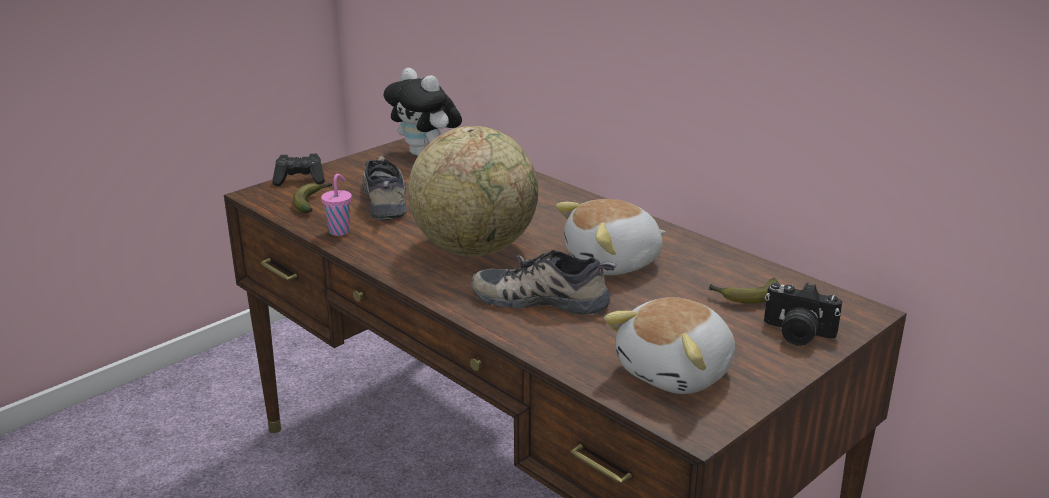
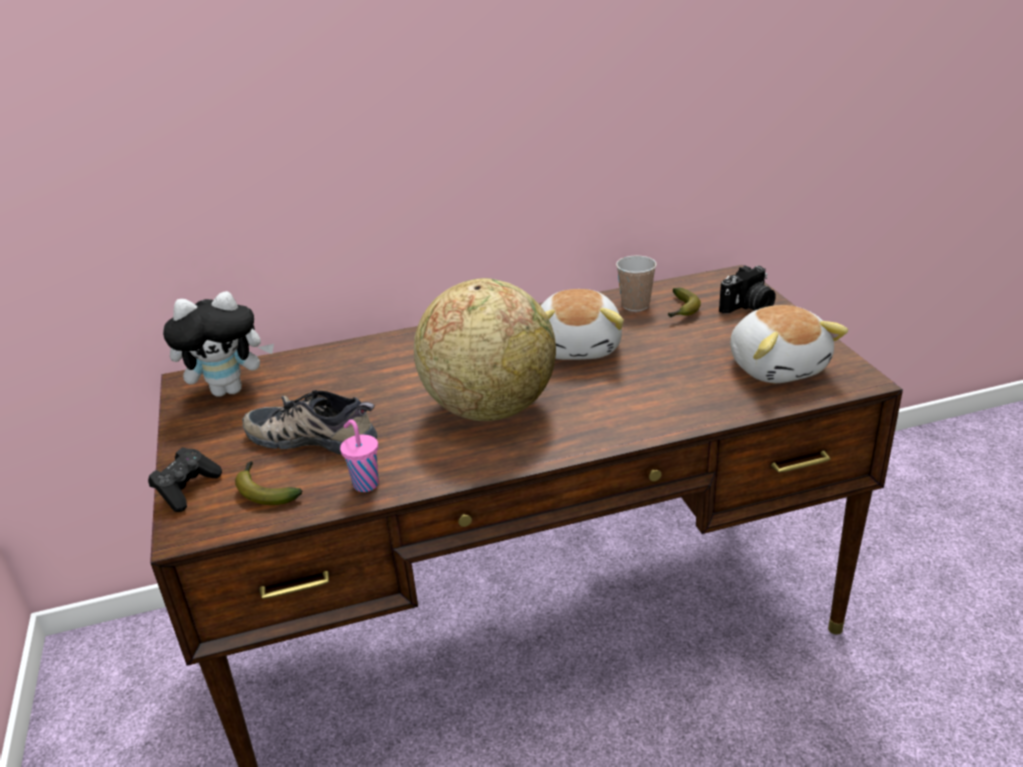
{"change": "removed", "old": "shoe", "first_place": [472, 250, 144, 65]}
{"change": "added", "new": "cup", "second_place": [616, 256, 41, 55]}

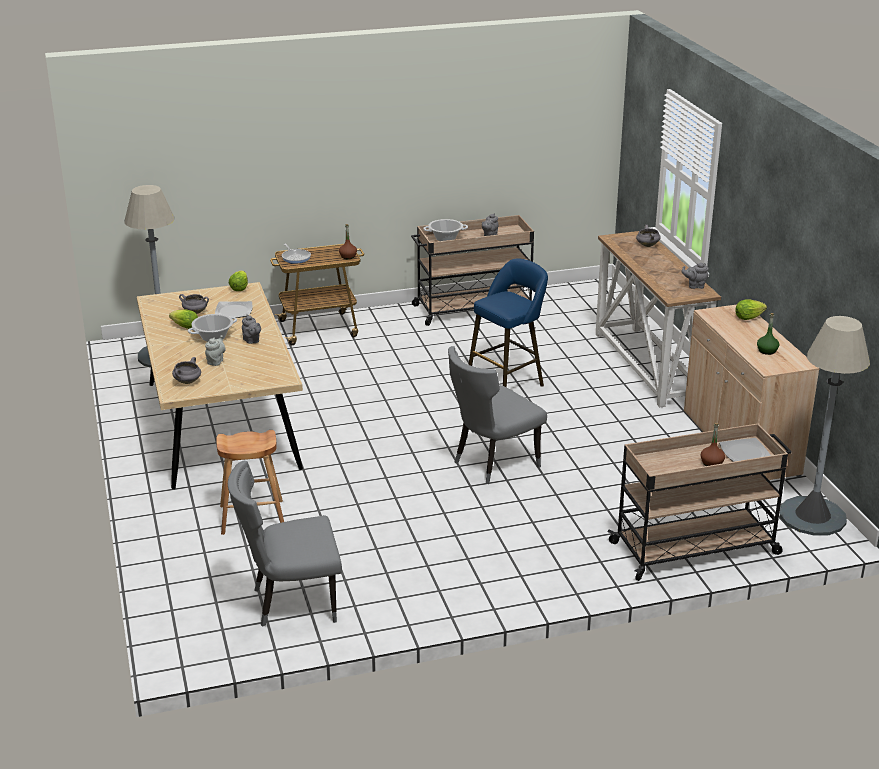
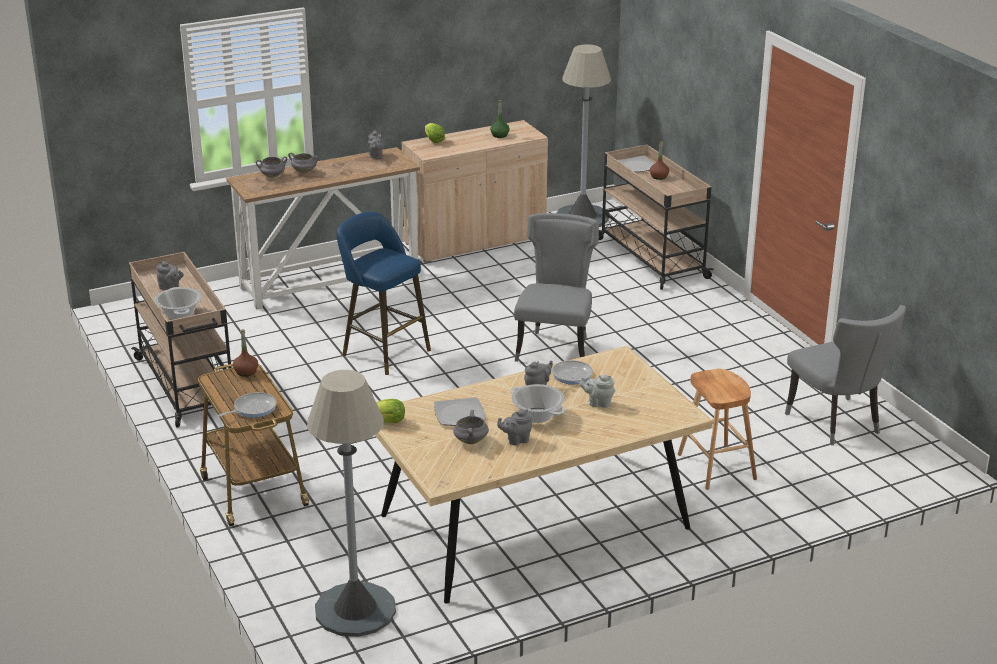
{"change": "replaced", "old": "lettuce", "new": "teapot (grey)", "first_place": [169, 309, 29, 20], "second_place": [497, 409, 35, 36]}
{"change": "moved", "old": "cooking pot (grey)", "first_place": [172, 357, 29, 27], "second_place": [288, 152, 31, 22]}
{"change": "turned", "old": "chair (grey)", "first_place": [448, 346, 99, 138], "second_place": [514, 213, 85, 149], "degrees": -120}
{"change": "added", "new": "frying pan", "second_place": [552, 360, 41, 24]}

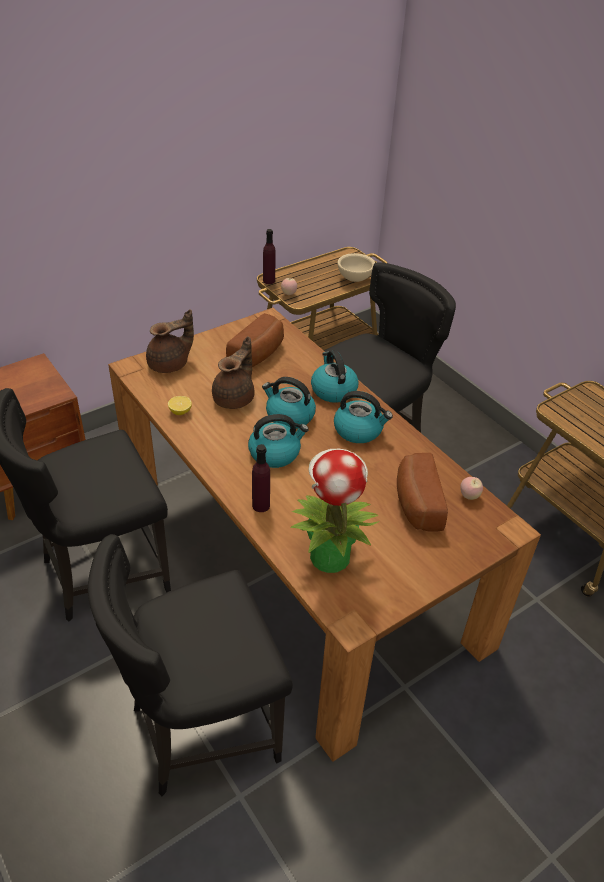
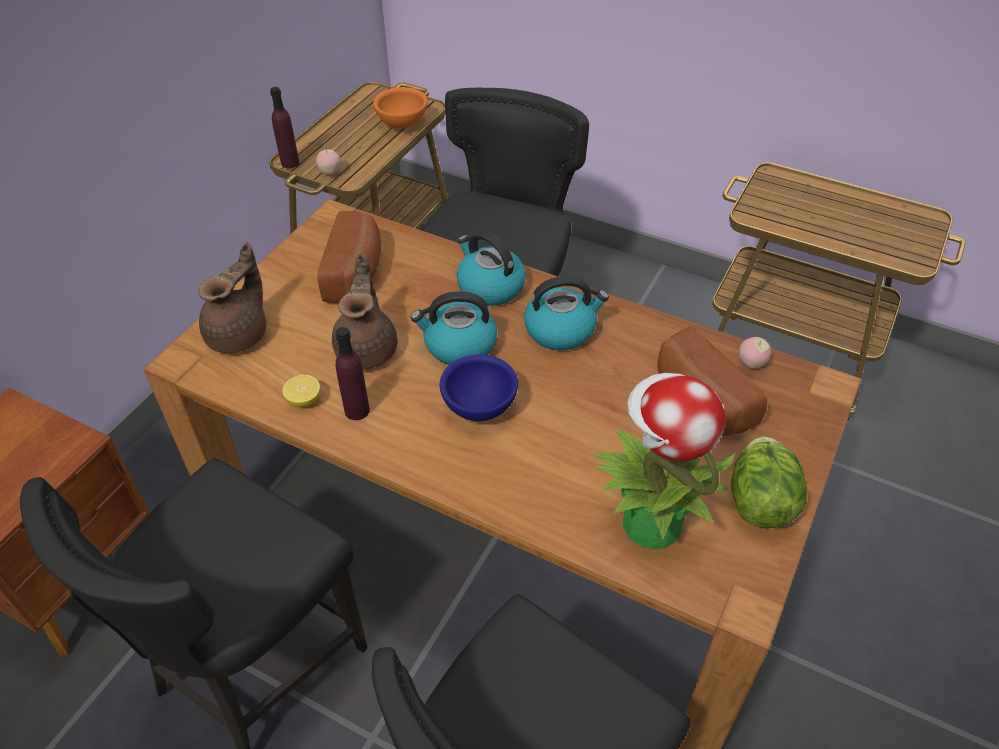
{"change": "replaced", "old": "kettle", "new": "bowl (blue)", "first_place": [248, 414, 61, 54], "second_place": [439, 354, 79, 67]}
{"change": "moved", "old": "bottle (purple)", "first_place": [252, 444, 18, 68], "second_place": [335, 327, 35, 93]}
{"change": "recoloured", "old": "bowl (beige)", "new": "bowl (orange)", "first_place": [338, 253, 37, 29], "second_place": [373, 87, 55, 42]}
{"change": "added", "new": "lettuce", "second_place": [731, 437, 76, 91]}

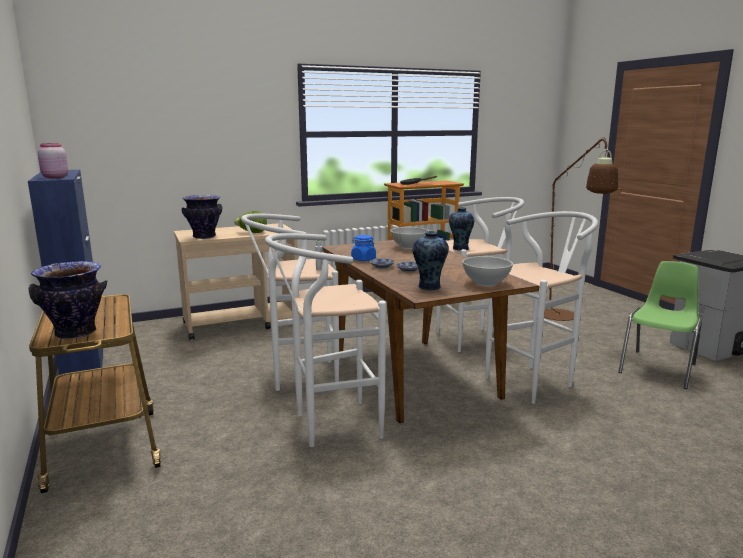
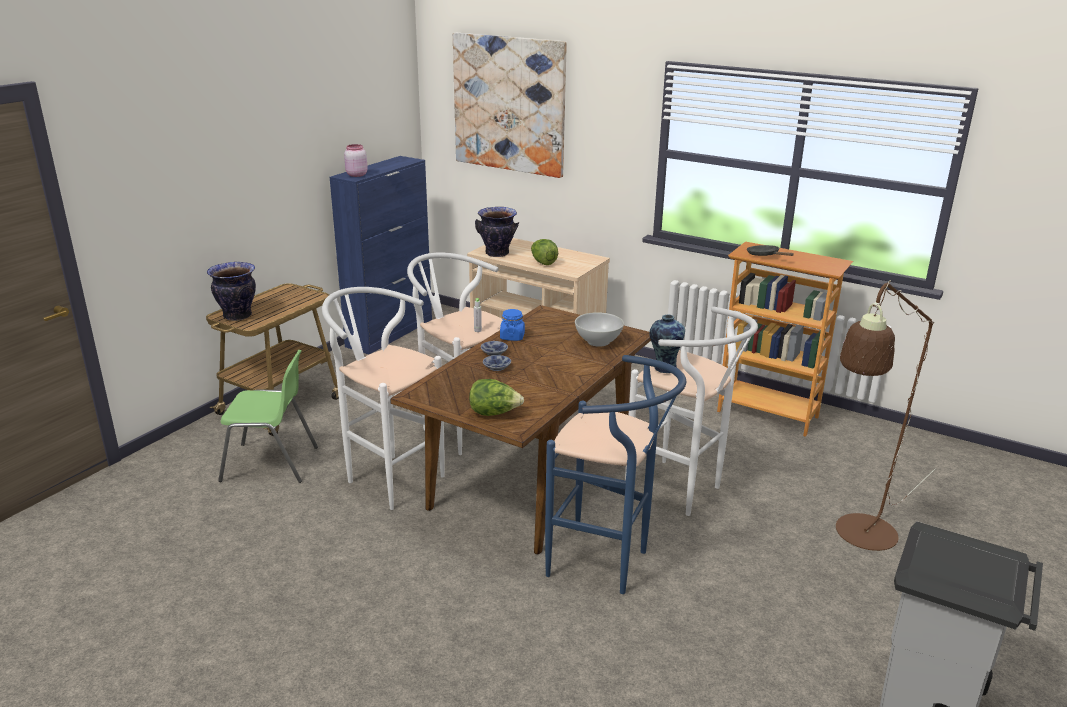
{"change": "removed", "old": "vase", "first_place": [413, 231, 36, 59]}
{"change": "replaced", "old": "bowl (white)", "new": "lettuce", "first_place": [462, 256, 51, 31], "second_place": [469, 379, 55, 37]}
{"change": "recoloured", "old": "stool (white)", "new": "stool (blue)", "first_place": [485, 211, 113, 193], "second_place": [545, 355, 141, 239]}
{"change": "moved", "old": "chair (green)", "first_place": [618, 261, 84, 128], "second_place": [218, 350, 100, 133]}
{"change": "added", "new": "picture", "second_place": [453, 33, 114, 145]}

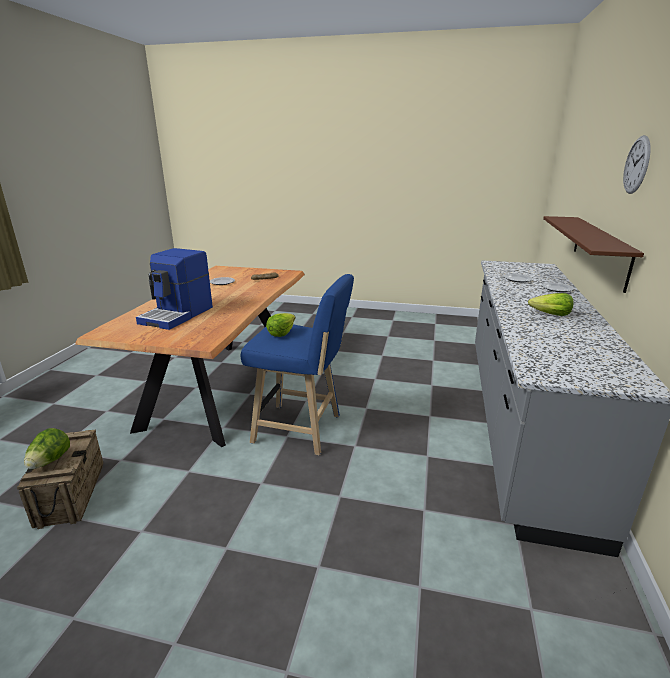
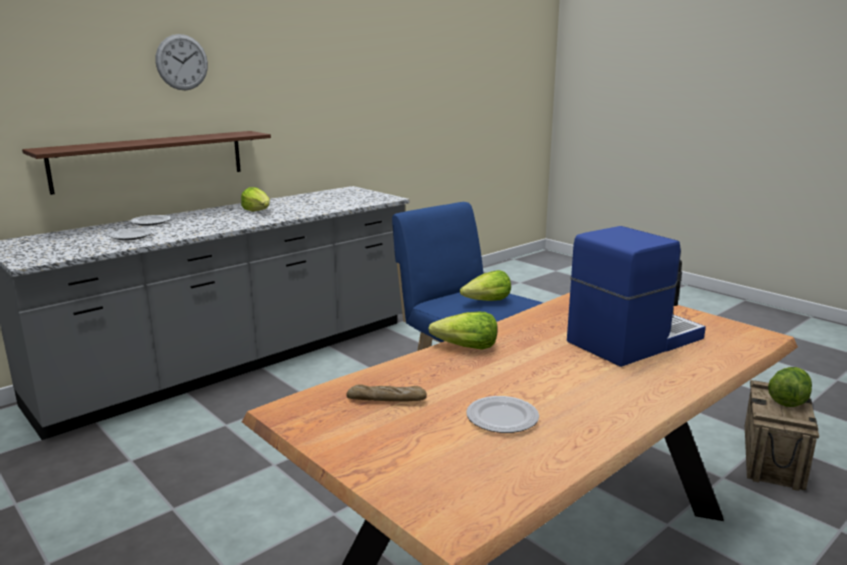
{"change": "added", "new": "lettuce", "second_place": [428, 312, 70, 38]}

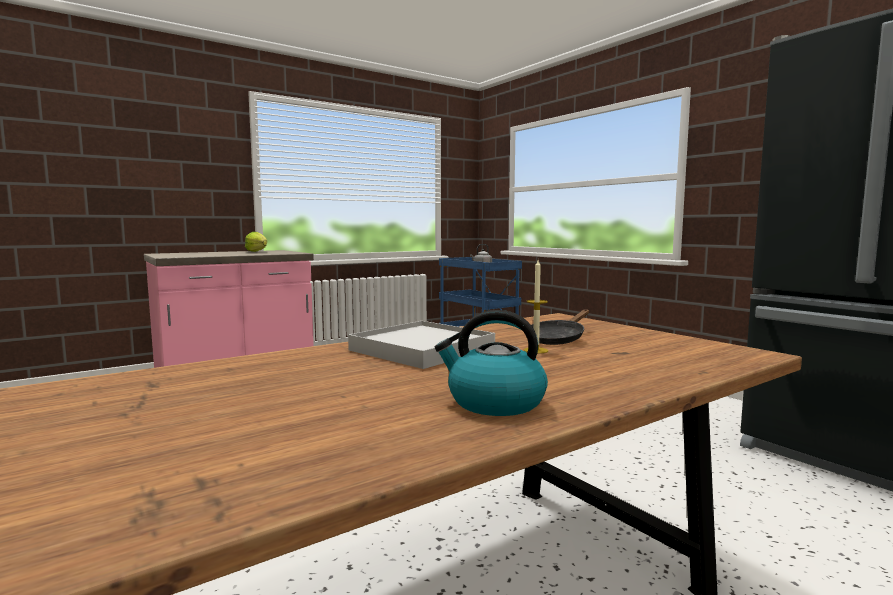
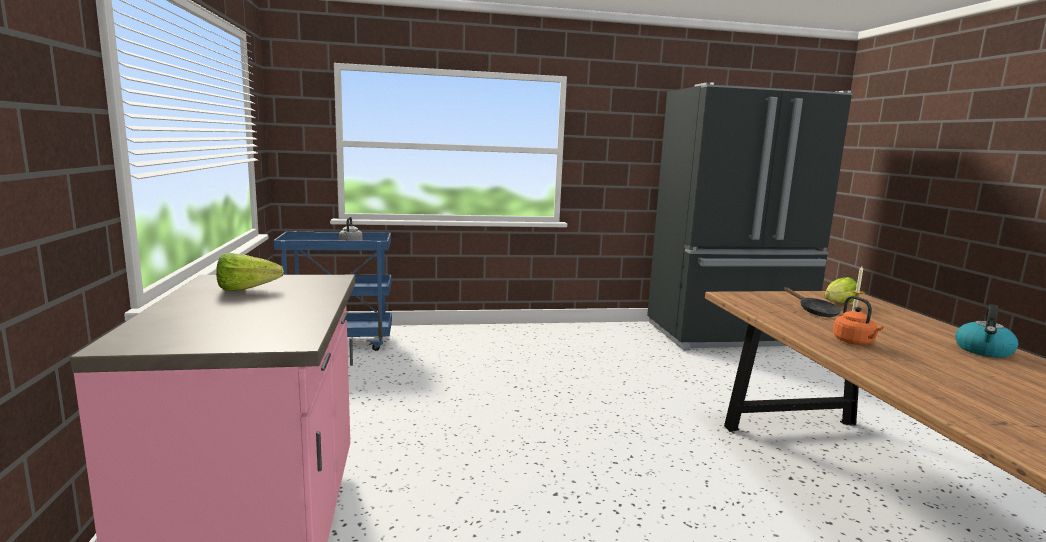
{"change": "replaced", "old": "tray (white)", "new": "kettle (orange)", "first_place": [348, 321, 147, 48], "second_place": [833, 296, 50, 49]}
{"change": "added", "new": "lettuce", "second_place": [824, 277, 33, 26]}

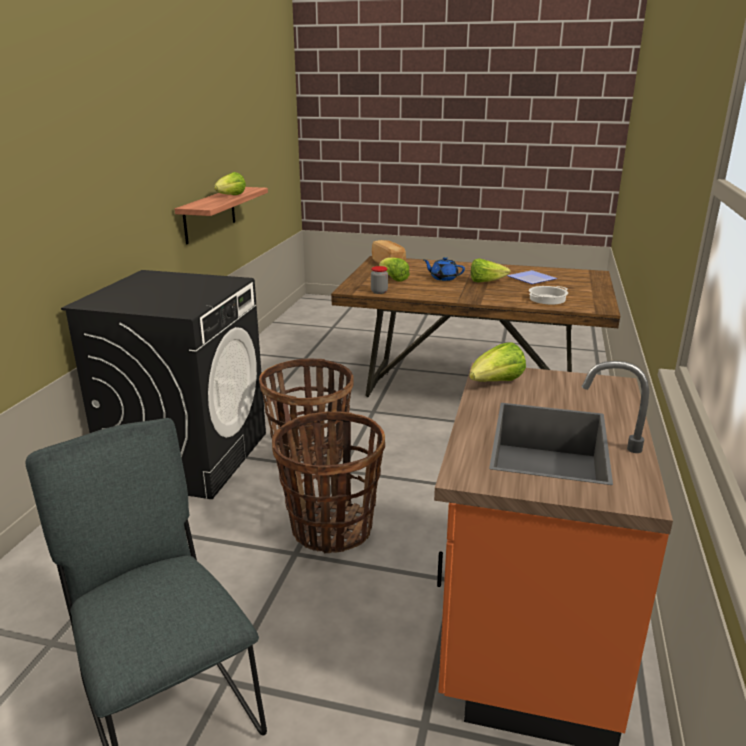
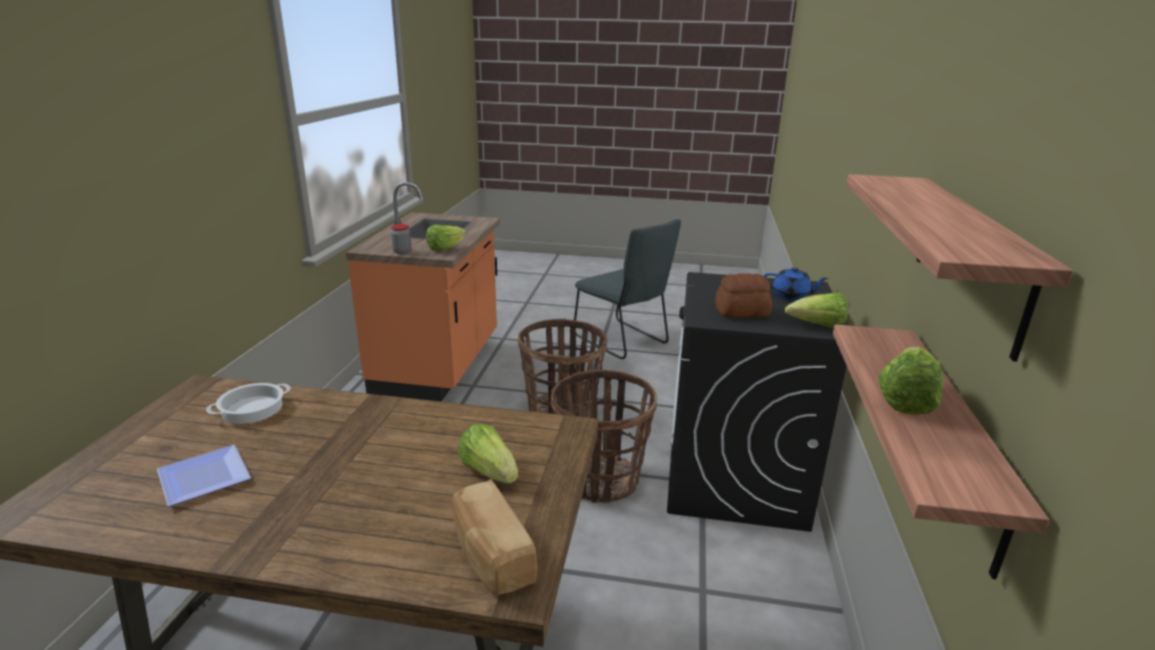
{"change": "moved", "old": "jar", "first_place": [371, 266, 17, 28], "second_place": [391, 224, 20, 30]}
{"change": "moved", "old": "teapot (blue)", "first_place": [424, 257, 41, 24], "second_place": [764, 267, 65, 34]}
{"change": "moved", "old": "lettuce", "first_place": [471, 258, 39, 25], "second_place": [785, 293, 63, 35]}
{"change": "added", "new": "bread", "second_place": [715, 273, 57, 45]}
{"change": "added", "new": "shelf", "second_place": [846, 174, 227, 188]}

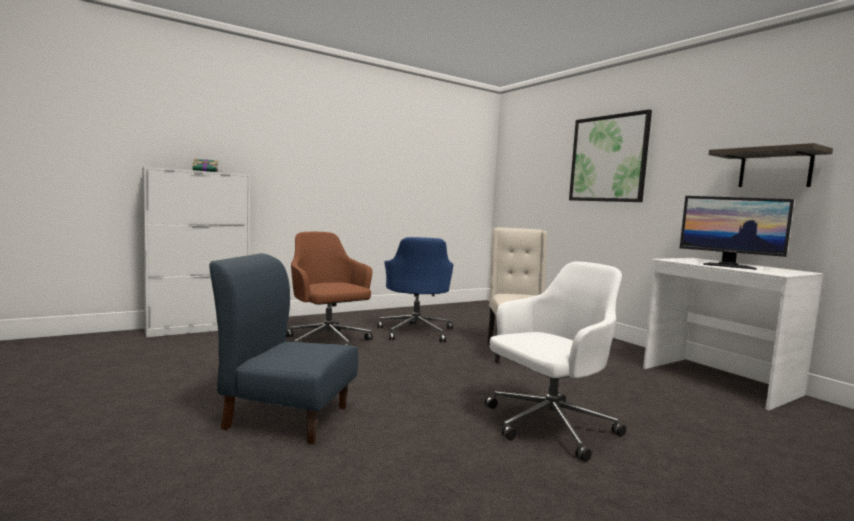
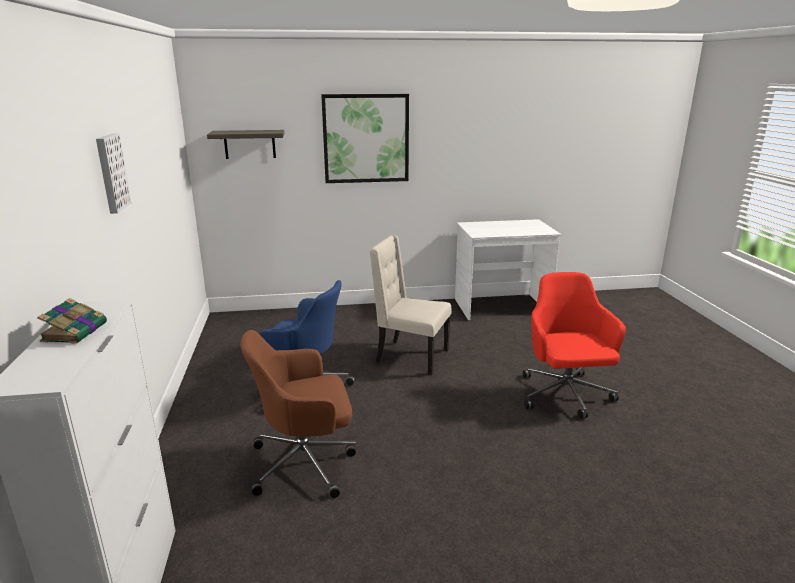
{"change": "removed", "old": "chair (blue)", "first_place": [209, 253, 149, 191]}
{"change": "recoloured", "old": "office chair (white)", "new": "office chair (red)", "first_place": [485, 262, 141, 200], "second_place": [523, 272, 103, 146]}
{"change": "removed", "old": "monitor", "first_place": [680, 196, 114, 74]}
{"change": "moved", "old": "shelf", "first_place": [708, 143, 125, 44], "second_place": [207, 130, 77, 29]}
{"change": "added", "new": "picture", "second_place": [96, 133, 36, 81]}

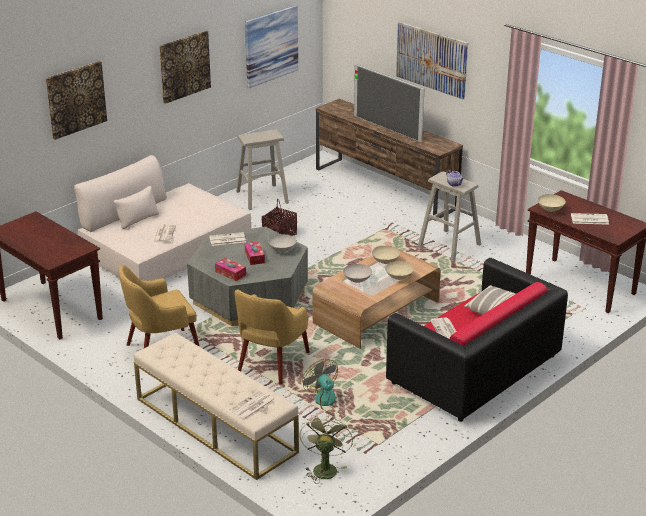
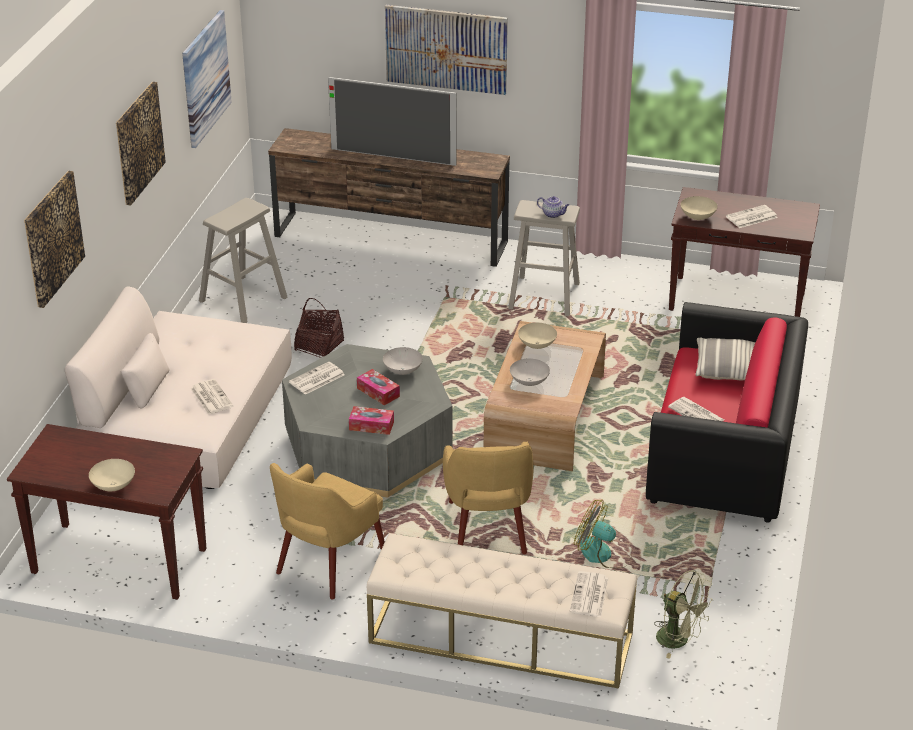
{"change": "turned", "old": "fan (green)", "first_place": [300, 413, 53, 71], "second_place": [654, 570, 60, 89], "degrees": 150}
{"change": "moved", "old": "bowl (beige)", "first_place": [385, 261, 29, 19], "second_place": [89, 459, 46, 32]}

